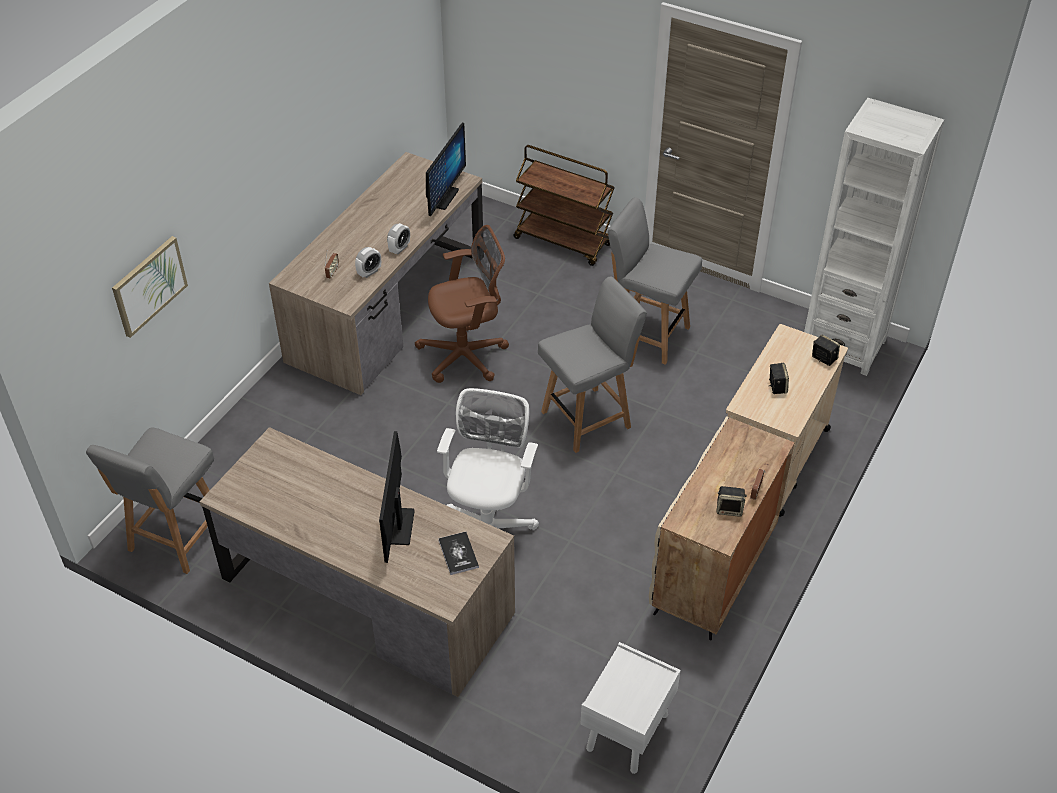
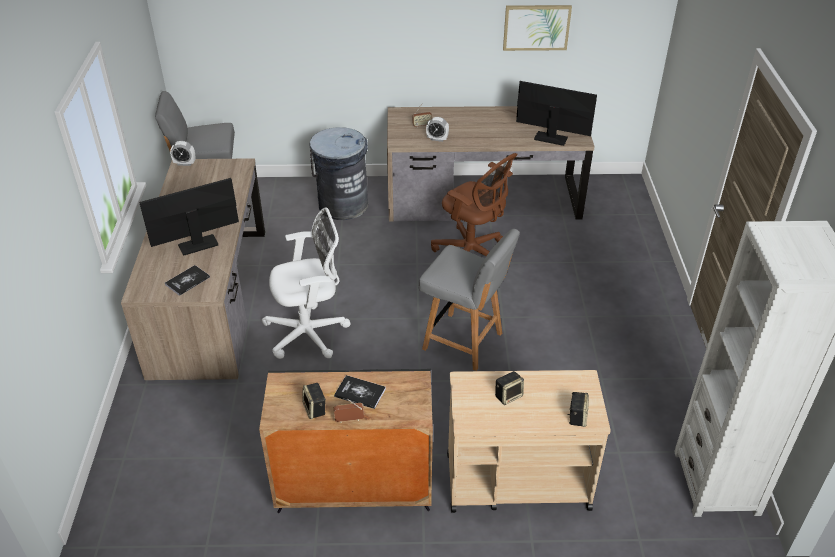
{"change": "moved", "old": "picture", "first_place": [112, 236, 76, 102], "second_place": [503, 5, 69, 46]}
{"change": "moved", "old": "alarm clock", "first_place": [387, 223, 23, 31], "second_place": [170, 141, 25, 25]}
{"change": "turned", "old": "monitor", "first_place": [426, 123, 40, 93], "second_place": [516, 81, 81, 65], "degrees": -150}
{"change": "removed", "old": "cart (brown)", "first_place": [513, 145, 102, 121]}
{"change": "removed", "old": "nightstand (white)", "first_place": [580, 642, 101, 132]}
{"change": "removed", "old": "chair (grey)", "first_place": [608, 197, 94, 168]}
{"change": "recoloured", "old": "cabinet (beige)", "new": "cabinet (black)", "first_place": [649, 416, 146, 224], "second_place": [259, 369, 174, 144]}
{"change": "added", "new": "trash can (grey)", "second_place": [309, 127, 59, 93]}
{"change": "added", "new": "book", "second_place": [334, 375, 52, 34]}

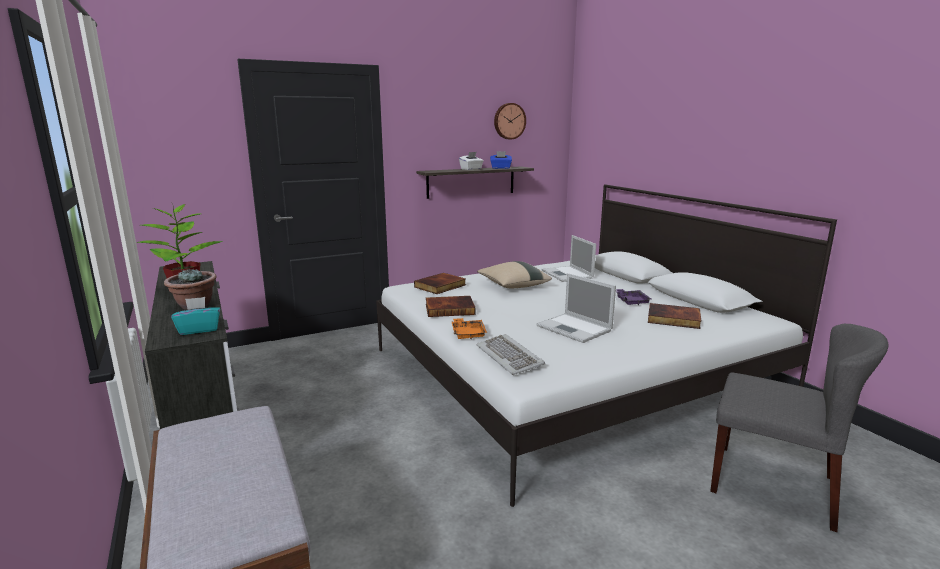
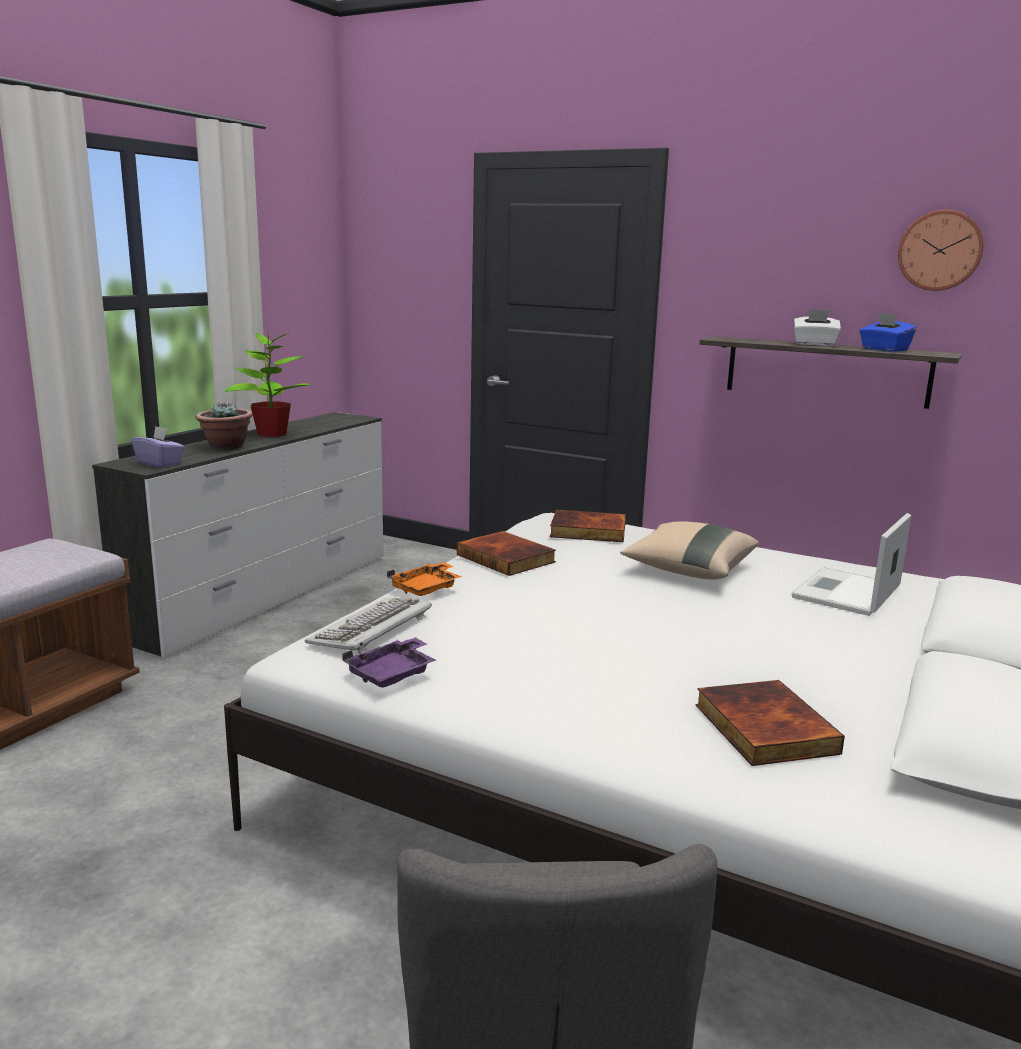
{"change": "recoloured", "old": "tissue box (turquoise)", "new": "tissue box (purple)", "first_place": [171, 297, 49, 38], "second_place": [131, 426, 54, 42]}
{"change": "removed", "old": "laptop", "first_place": [536, 273, 80, 70]}
{"change": "moved", "old": "tray (purple)", "first_place": [616, 289, 36, 16], "second_place": [342, 637, 94, 51]}

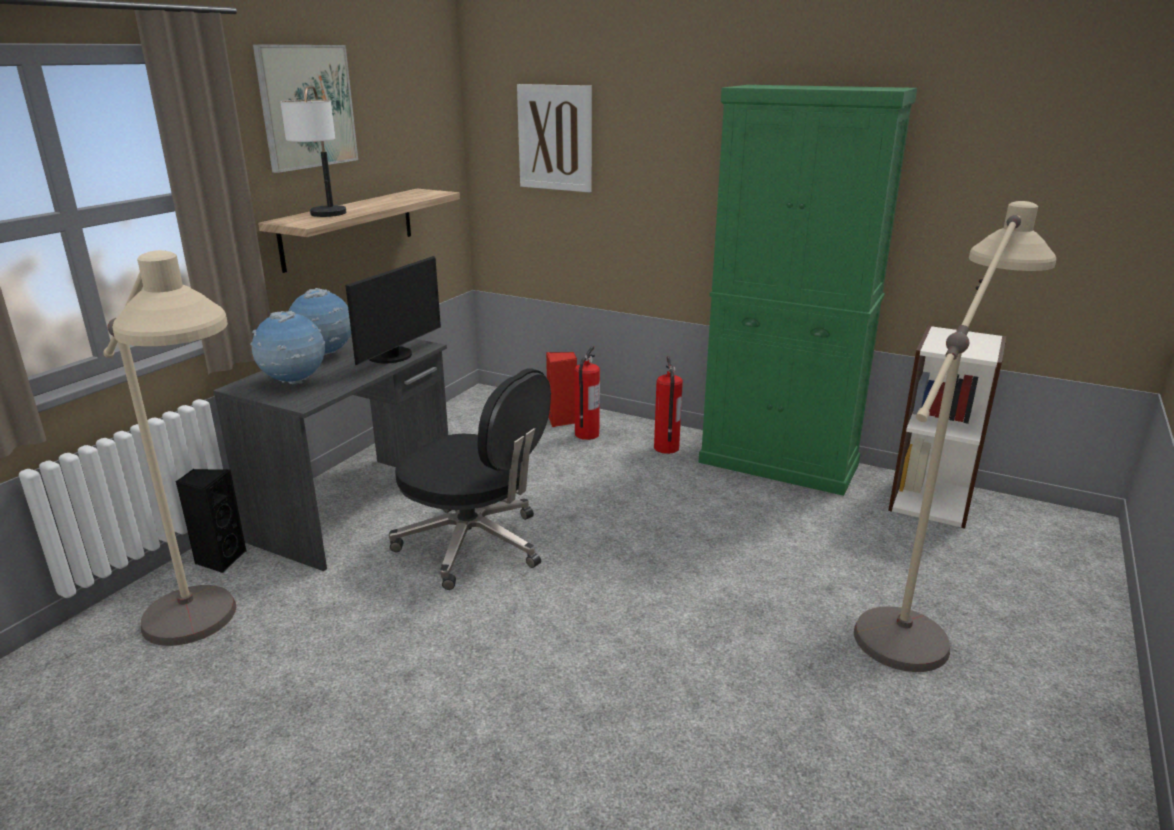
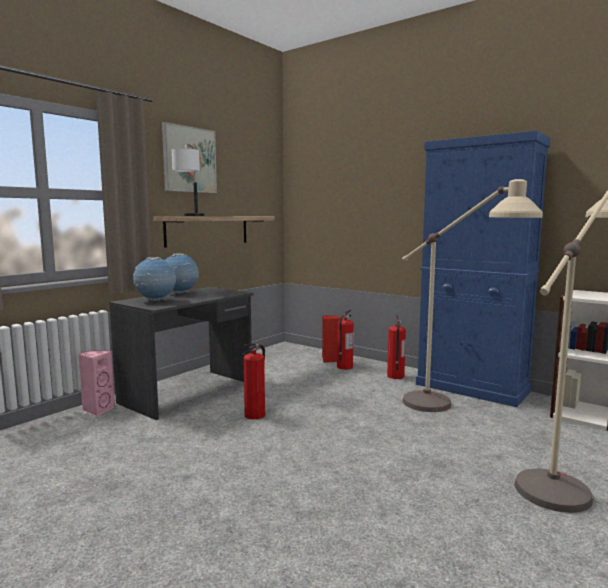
{"change": "moved", "old": "floor lamp (beige)", "first_place": [103, 250, 133, 396], "second_place": [402, 179, 141, 233]}
{"change": "recoloured", "old": "speaker (black)", "new": "speaker (pink)", "first_place": [176, 469, 71, 104], "second_place": [78, 350, 37, 66]}
{"change": "removed", "old": "monitor", "first_place": [345, 256, 96, 109]}
{"change": "replaced", "old": "office chair (black)", "new": "fire extinguisher", "first_place": [389, 368, 162, 222], "second_place": [243, 343, 22, 76]}
{"change": "removed", "old": "picture", "first_place": [517, 84, 75, 108]}
{"change": "recoloured", "old": "cabinet (green)", "new": "cabinet (blue)", "first_place": [698, 85, 219, 411], "second_place": [416, 131, 135, 276]}

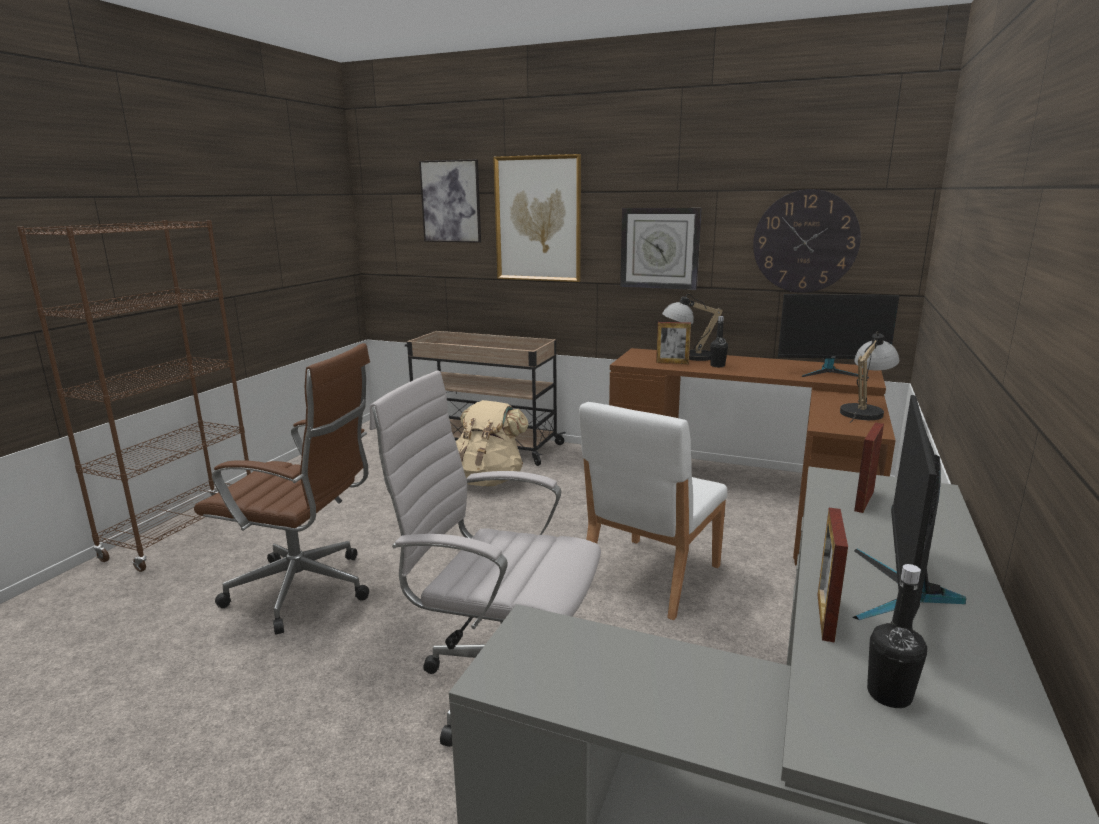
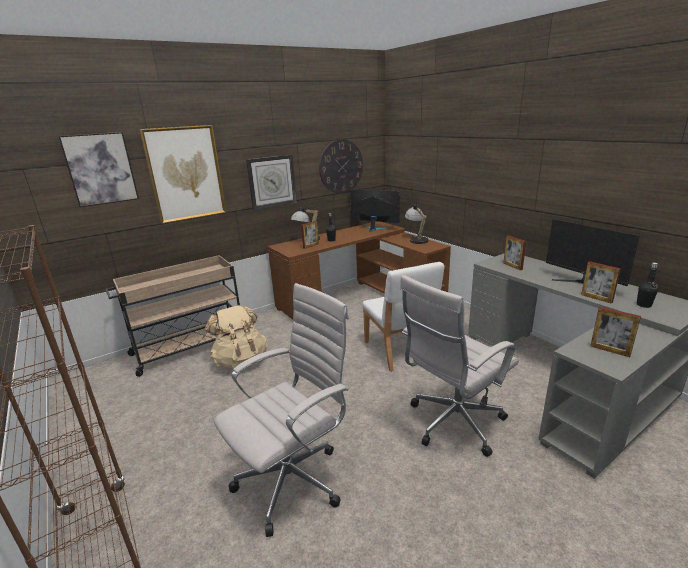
{"change": "recoloured", "old": "office chair (brown)", "new": "office chair (white)", "first_place": [194, 343, 176, 292], "second_place": [214, 283, 135, 254]}
{"change": "turned", "old": "monitor", "first_place": [778, 294, 121, 85], "second_place": [350, 189, 50, 43], "degrees": -105}
{"change": "added", "new": "picture frame", "second_place": [590, 307, 51, 50]}

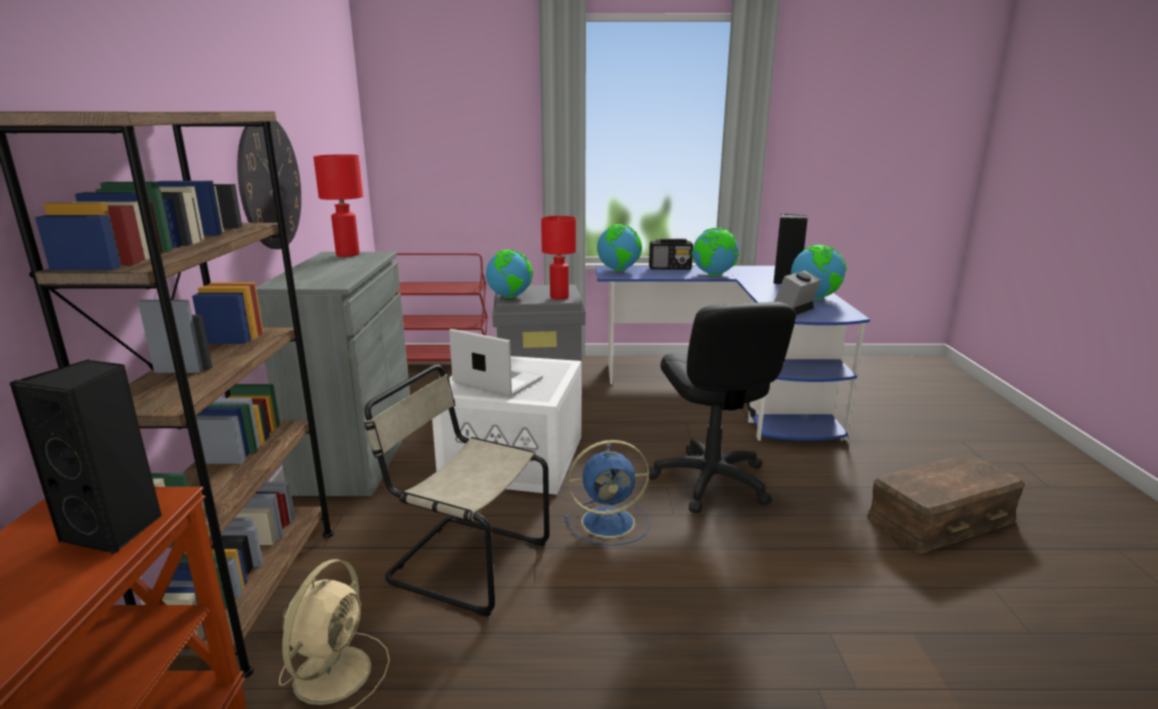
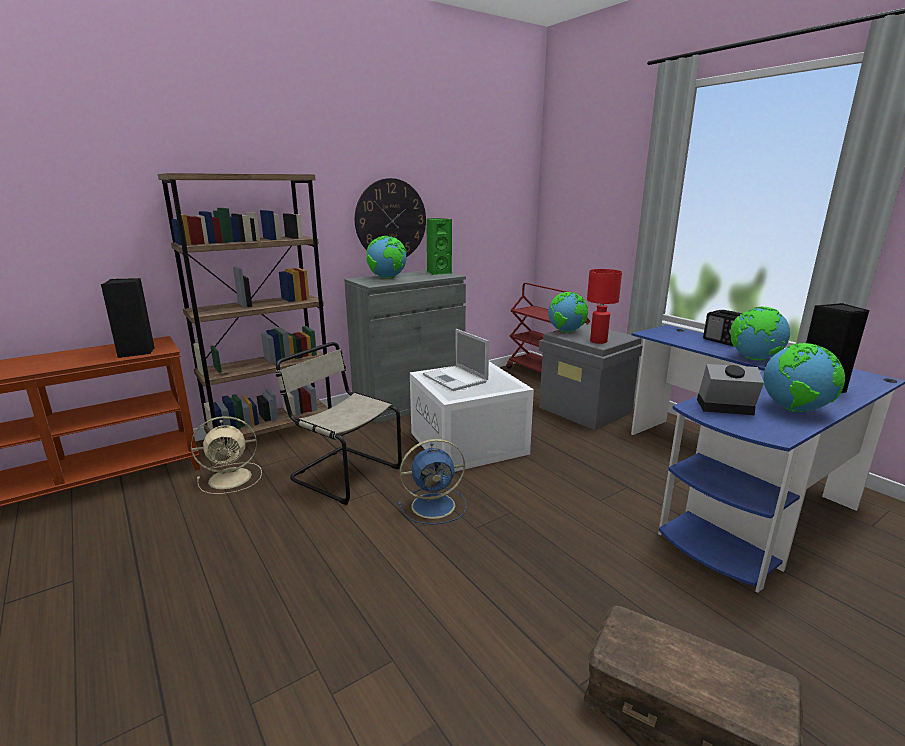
{"change": "replaced", "old": "table lamp (red)", "new": "speaker (green)", "first_place": [313, 154, 50, 103], "second_place": [426, 218, 26, 57]}
{"change": "turned", "old": "chair (beige)", "first_place": [364, 365, 185, 252], "second_place": [275, 342, 127, 163], "degrees": -45}
{"change": "turned", "old": "laptop", "first_place": [449, 329, 94, 68], "second_place": [423, 329, 66, 62], "degrees": 150}
{"change": "turned", "old": "fan (blue)", "first_place": [565, 440, 84, 106], "second_place": [398, 439, 69, 86], "degrees": -60}
{"change": "moved", "old": "globe", "first_place": [597, 224, 45, 47], "second_place": [366, 236, 41, 43]}
{"change": "removed", "old": "office chair (black)", "first_place": [646, 302, 150, 211]}

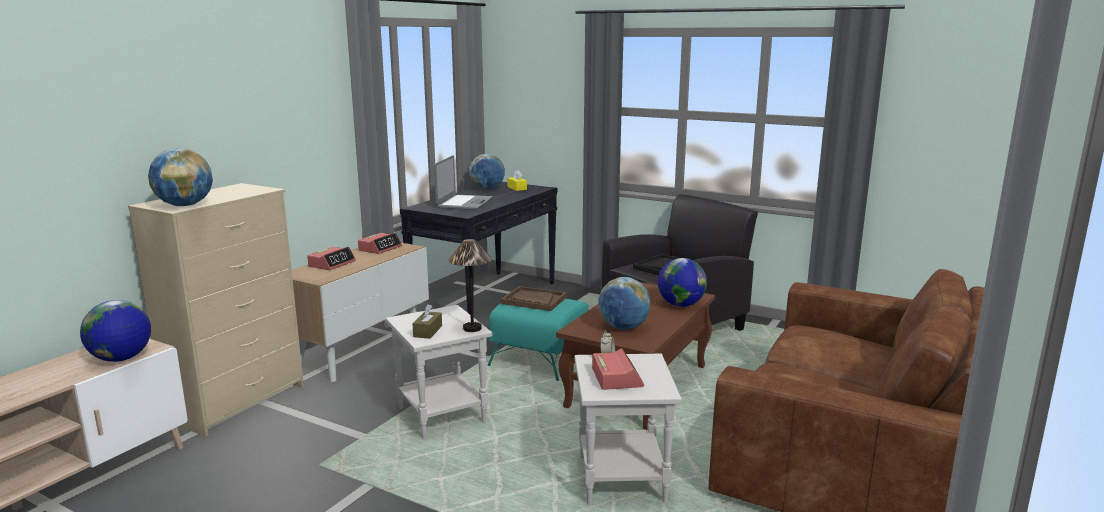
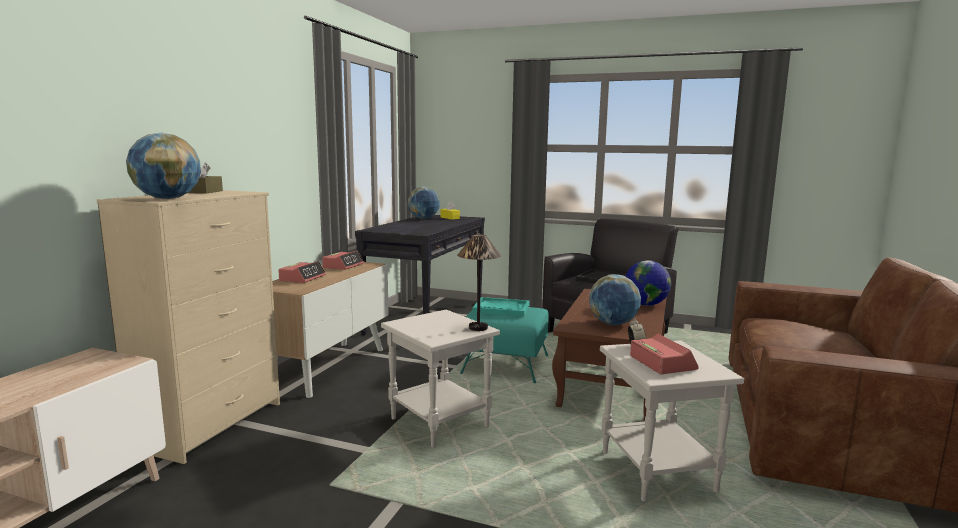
{"change": "removed", "old": "globe", "first_place": [80, 300, 71, 62]}
{"change": "moved", "old": "tissue box (brown)", "first_place": [412, 304, 30, 35], "second_place": [188, 163, 35, 31]}
{"change": "removed", "old": "laptop", "first_place": [434, 155, 59, 55]}
{"change": "recoloured", "old": "tray (brown)", "new": "tray (turquoise)", "first_place": [501, 286, 66, 25], "second_place": [473, 297, 57, 19]}

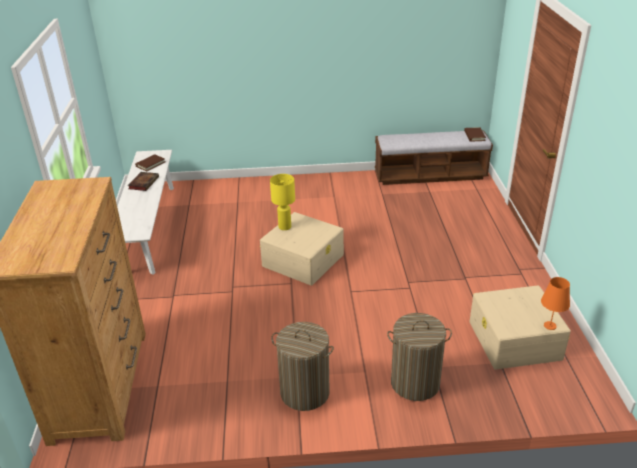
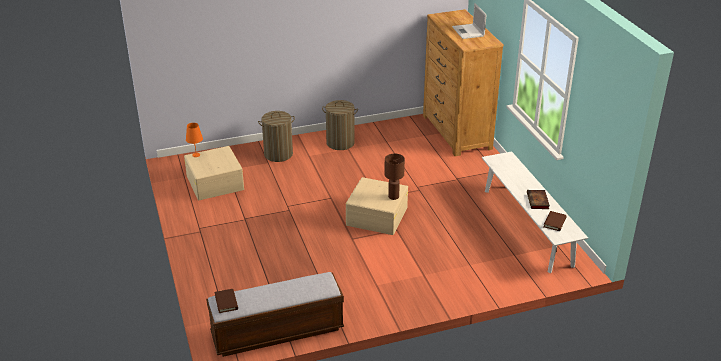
{"change": "recoloured", "old": "table lamp (yellow)", "new": "table lamp (brown)", "first_place": [270, 174, 25, 56], "second_place": [384, 154, 21, 46]}
{"change": "added", "new": "laptop", "second_place": [452, 3, 34, 36]}

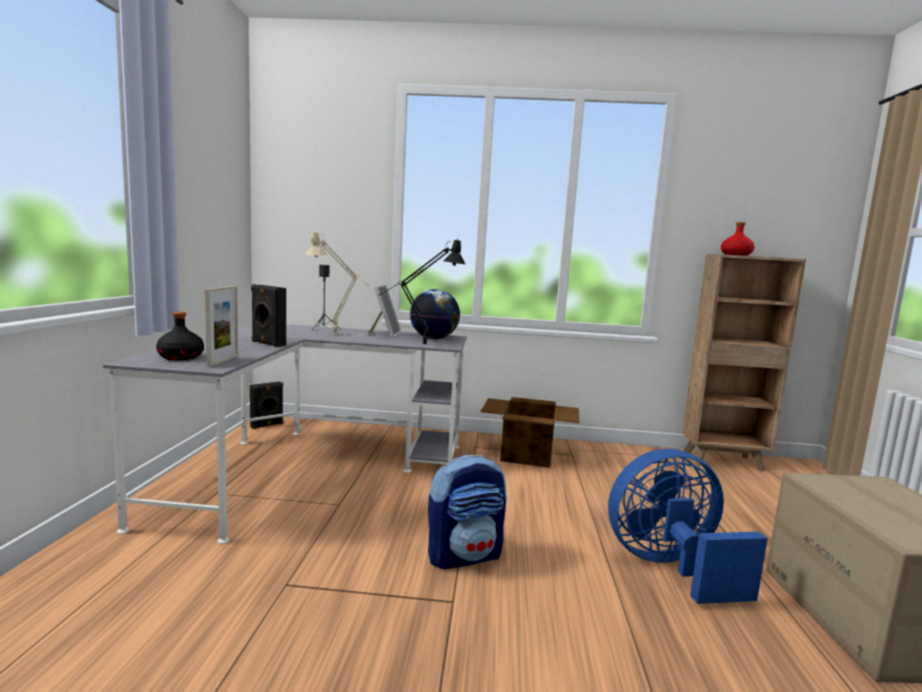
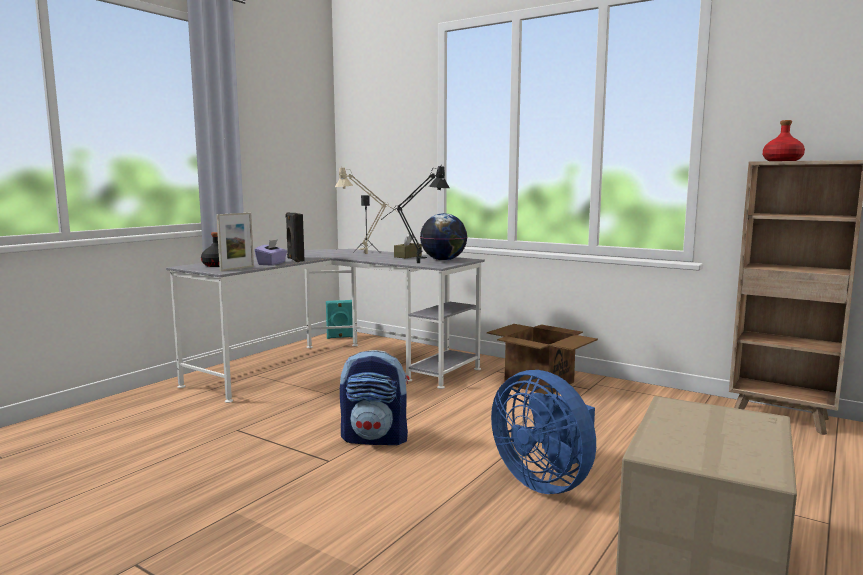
{"change": "recoloured", "old": "speaker (black)", "new": "speaker (turquoise)", "first_place": [250, 381, 33, 48], "second_place": [326, 300, 27, 39]}
{"change": "replaced", "old": "picture frame", "new": "tissue box (brown)", "first_place": [368, 285, 33, 53], "second_place": [394, 233, 28, 25]}
{"change": "turned", "old": "fan (blue)", "first_place": [608, 448, 160, 156], "second_place": [491, 370, 105, 124], "degrees": -150}
{"change": "added", "new": "tissue box (purple)", "second_place": [255, 239, 32, 26]}

